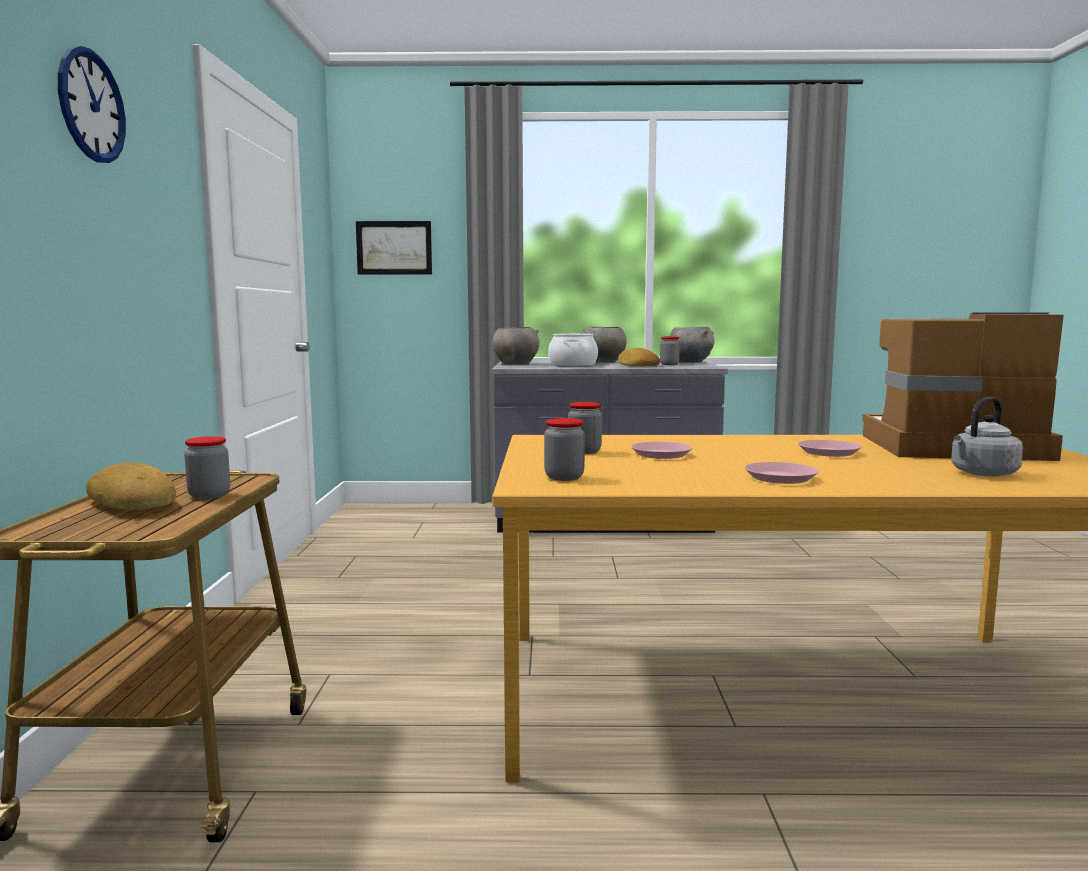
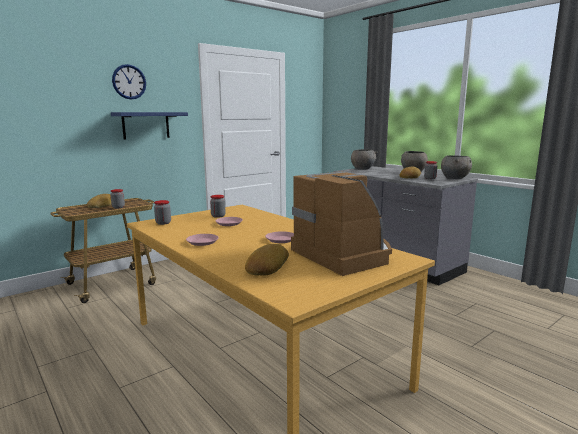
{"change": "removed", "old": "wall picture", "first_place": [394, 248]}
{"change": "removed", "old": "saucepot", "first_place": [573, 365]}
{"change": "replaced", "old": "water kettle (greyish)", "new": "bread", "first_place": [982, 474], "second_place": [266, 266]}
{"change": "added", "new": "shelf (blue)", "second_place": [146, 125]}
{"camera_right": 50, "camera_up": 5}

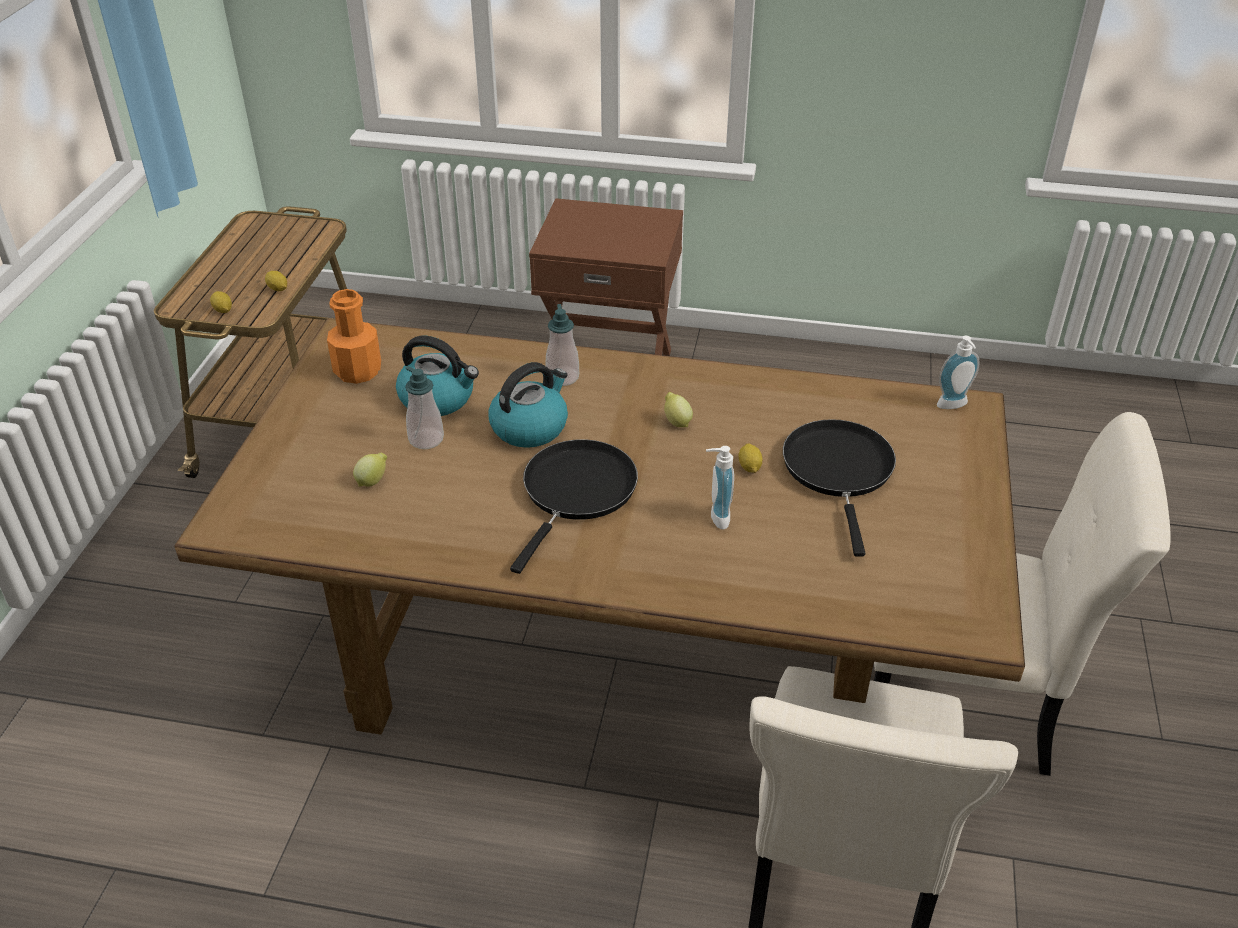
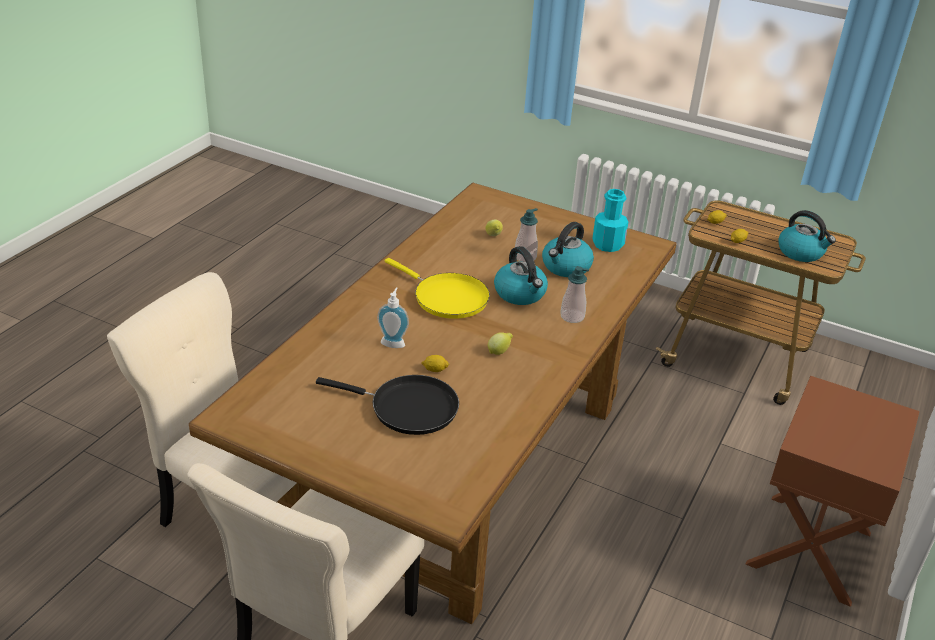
{"change": "recoloured", "old": "bottle (orangey)", "new": "bottle (turquoise-coloured)", "first_place": [358, 371], "second_place": [608, 244]}
{"change": "removed", "old": "soap dispenser", "first_place": [953, 406]}
{"change": "recoloured", "old": "skillet (black)", "new": "skillet (yellow-coloured)", "first_place": [576, 492], "second_place": [446, 298]}
{"change": "added", "new": "water kettle", "second_place": [801, 252]}
{"camera_right": 105, "camera_up": -5}

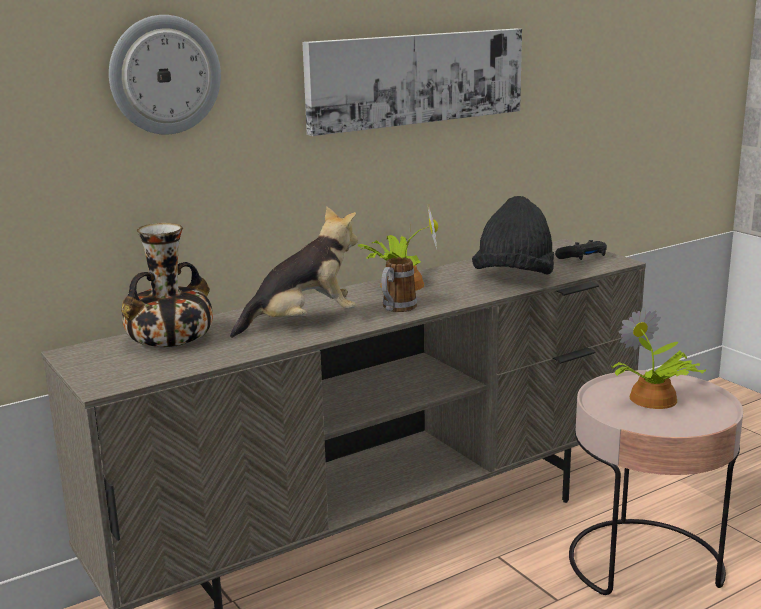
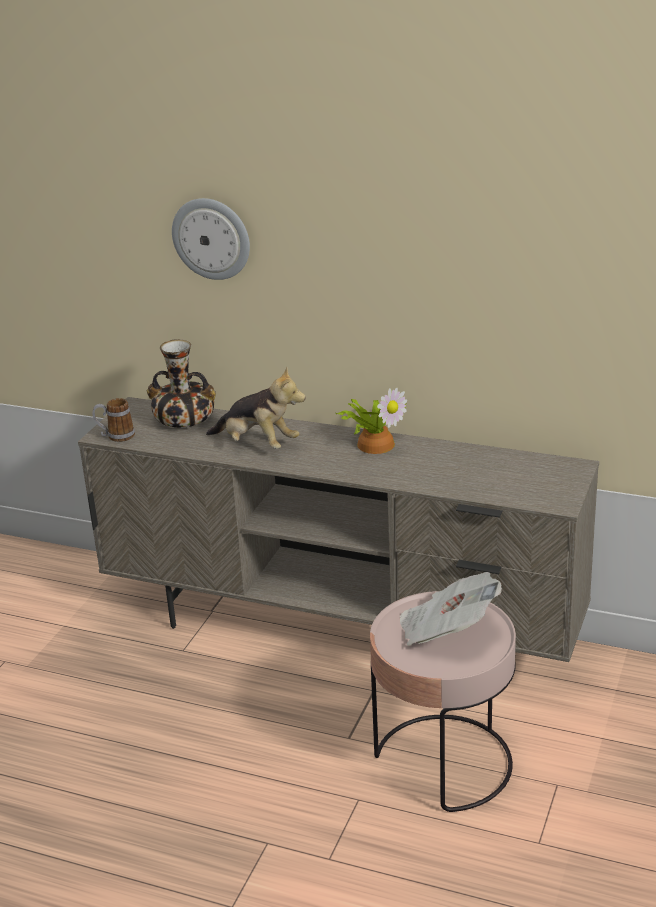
{"change": "removed", "old": "wall picture", "first_place": [416, 78]}
{"change": "removed", "old": "wearable hat (black)", "first_place": [514, 279]}
{"change": "removed", "old": "gamepad (black)", "first_place": [582, 258]}
{"change": "moved", "old": "mug", "first_place": [396, 309], "second_place": [115, 436]}
{"change": "replaced", "old": "houseplant", "new": "printed paper", "first_place": [653, 400], "second_place": [447, 630]}
{"camera_right": 55, "camera_up": 10}

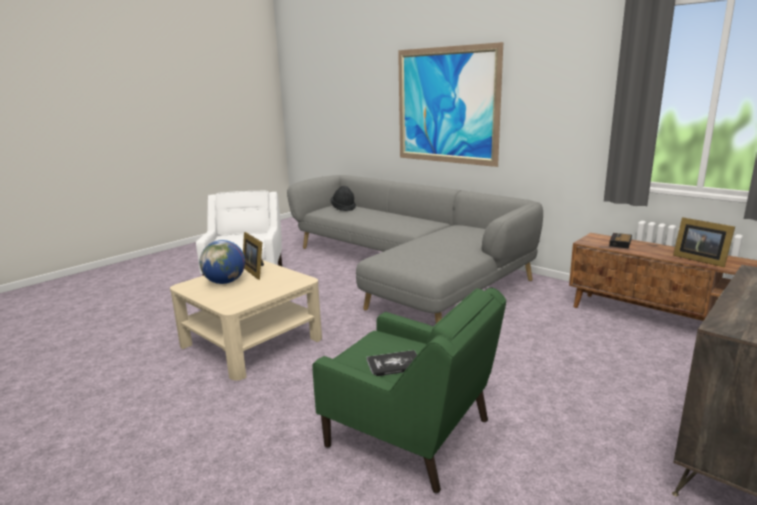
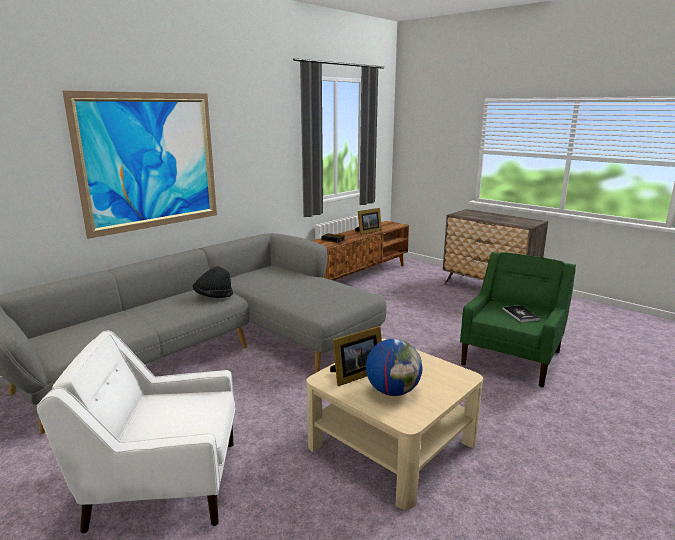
{"change": "moved", "old": "wearable hat (black)", "first_place": [343, 208], "second_place": [213, 296]}
{"camera_right": -90, "camera_up": 0}

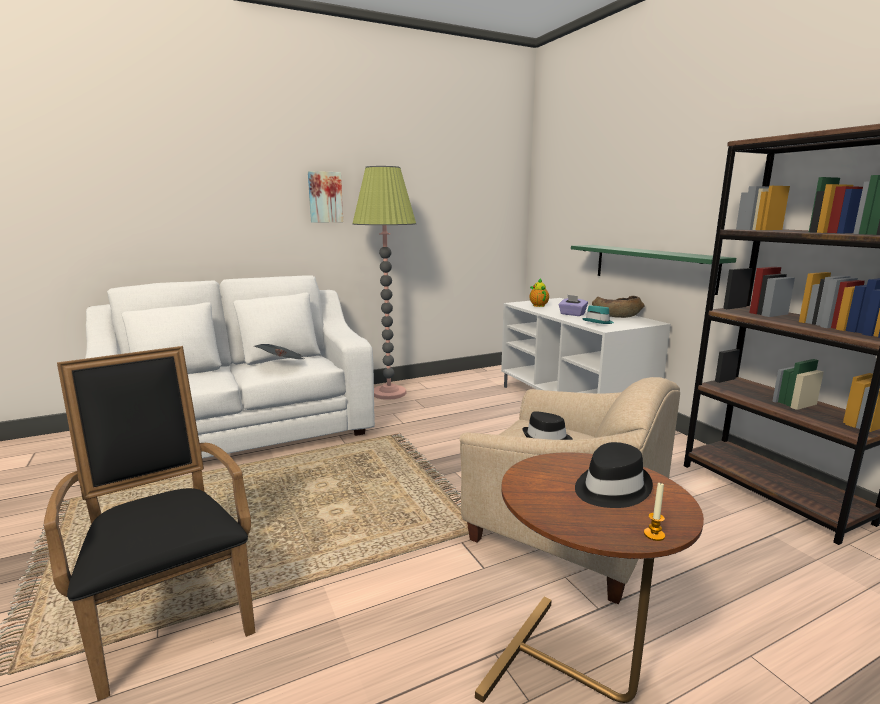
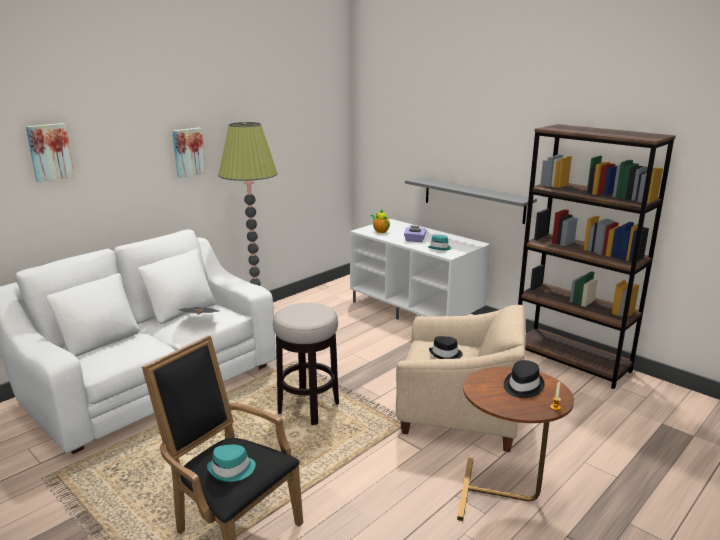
{"change": "recoloured", "old": "shelf (green)", "new": "shelf (greyish)", "first_place": [652, 267], "second_place": [473, 199]}
{"change": "removed", "old": "serving bowl (brownish)", "first_place": [616, 316]}
{"change": "added", "new": "wall picture", "second_place": [49, 152]}
{"change": "added", "new": "stool seat", "second_place": [308, 408]}
{"change": "added", "new": "wearable hat (turquoise-coloured)", "second_place": [231, 470]}
{"camera_right": -20, "camera_up": 5}

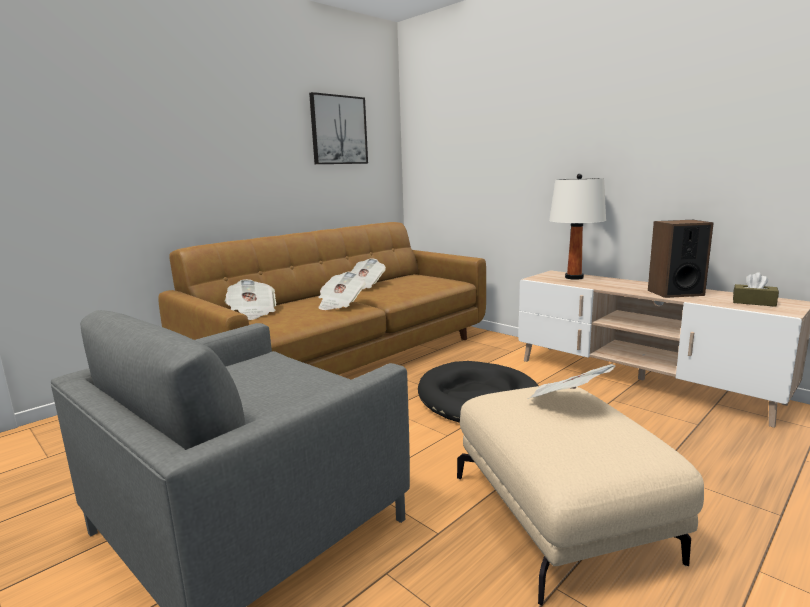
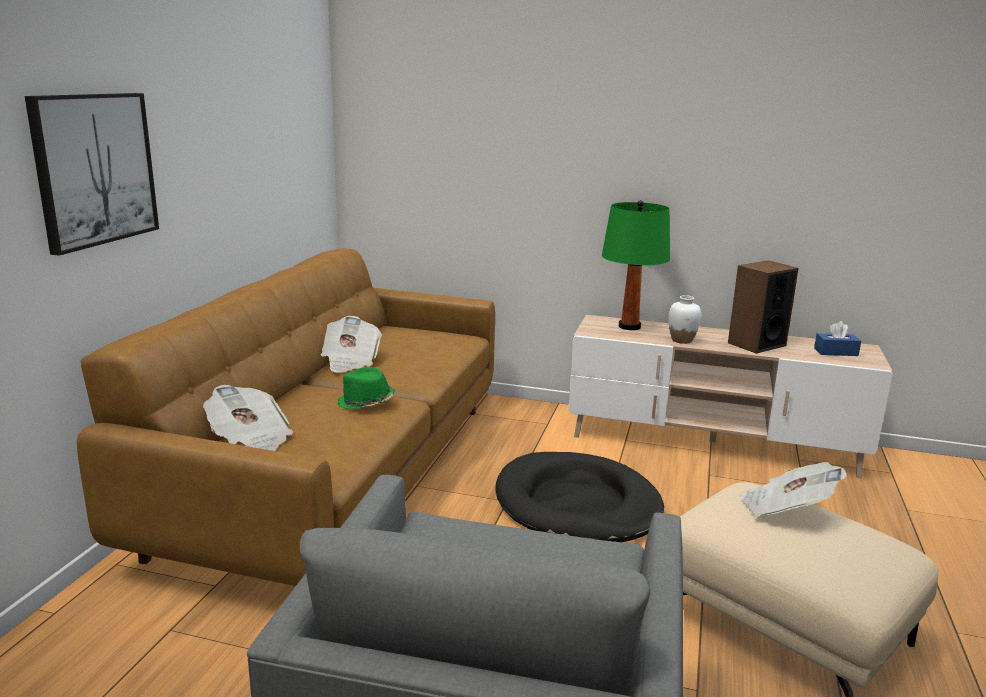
{"change": "moved", "old": "wall picture", "first_place": [338, 130], "second_place": [94, 169]}
{"change": "recoloured", "old": "lamp for a table (white-coloured)", "new": "lamp for a table (green)", "first_place": [574, 277], "second_place": [629, 327]}
{"change": "replaced", "old": "printed paper", "new": "wearable hat (green)", "first_place": [340, 304], "second_place": [366, 403]}
{"change": "recoloured", "old": "tissue box (brownish)", "new": "tissue box (blue)", "first_place": [754, 302], "second_place": [836, 352]}
{"change": "added", "new": "decorative vase (white-coloured)", "second_place": [681, 340]}
{"camera_right": -30, "camera_up": 5}

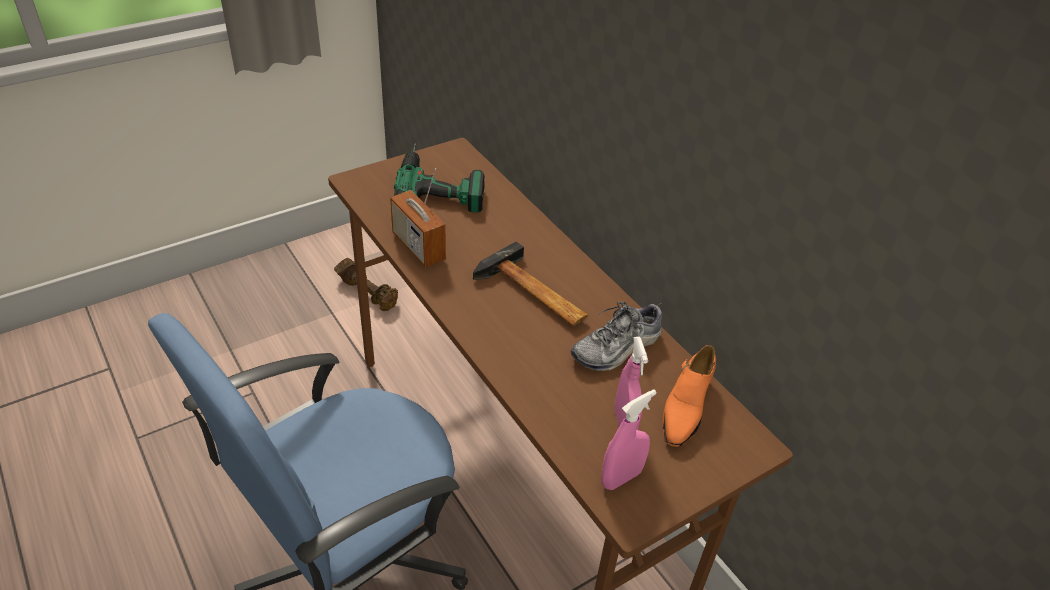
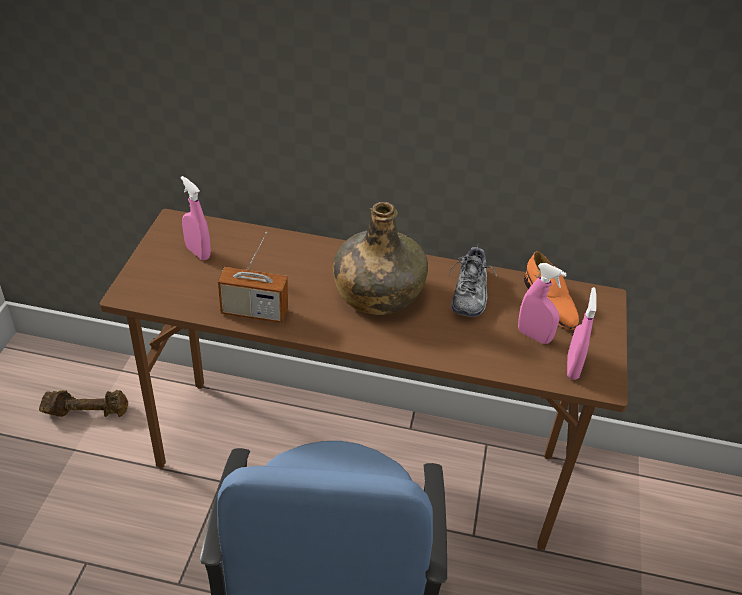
{"change": "replaced", "old": "drill", "new": "hand sprayer (pink)", "first_place": [441, 181], "second_place": [198, 252]}
{"change": "replaced", "old": "hammer", "new": "bottle (green)", "first_place": [533, 295], "second_place": [377, 293]}
{"camera_right": -45, "camera_up": 0}

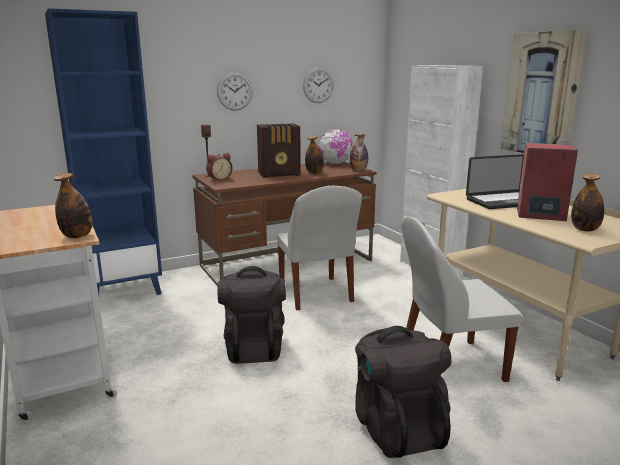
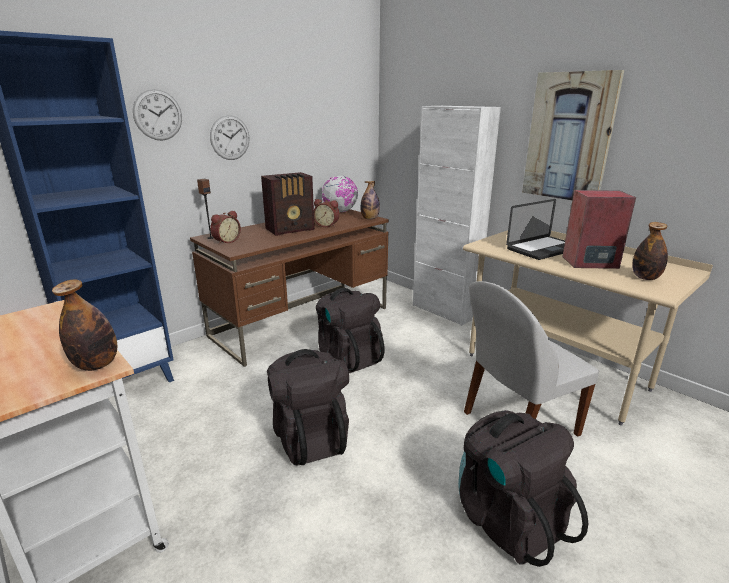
{"change": "moved", "old": "hanging clock", "first_place": [318, 85], "second_place": [158, 115]}
{"change": "replaced", "old": "bottle", "new": "bedside clock", "first_place": [314, 173], "second_place": [327, 225]}
{"change": "replaced", "old": "chair (white-coloured)", "new": "rucksack (black)", "first_place": [316, 294], "second_place": [348, 357]}
{"camera_right": -15, "camera_up": 5}

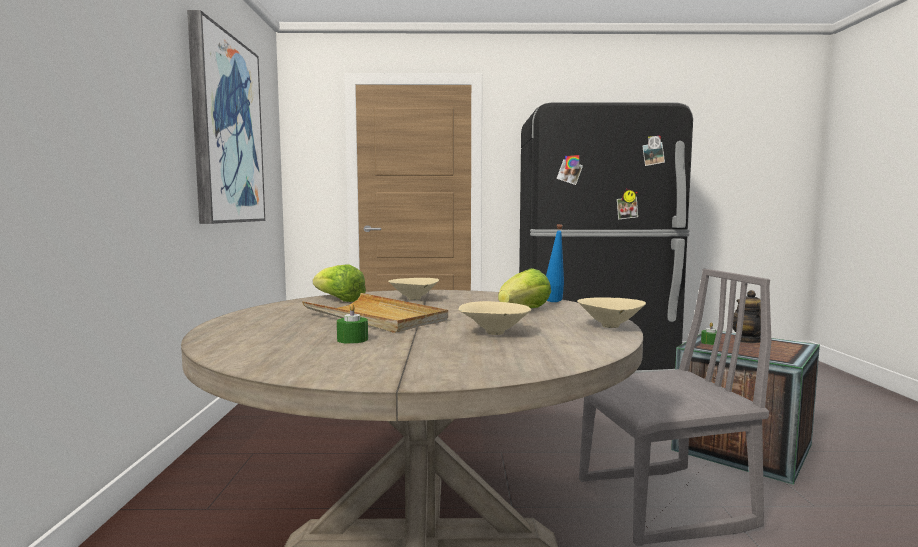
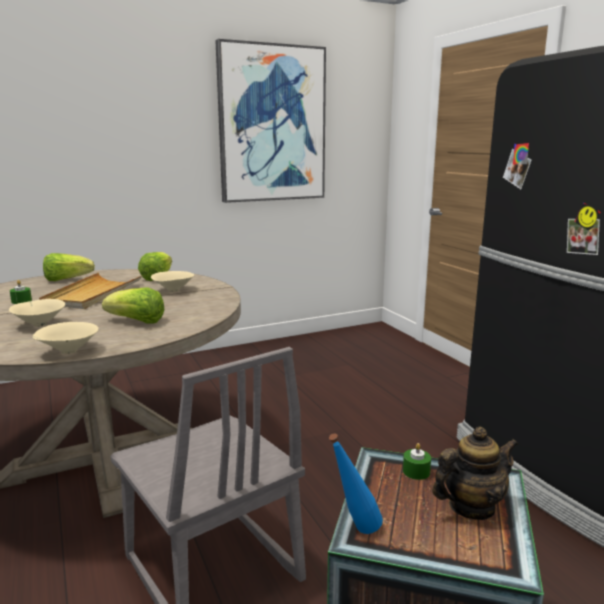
{"change": "moved", "old": "bottle (blue)", "first_place": [554, 302], "second_place": [354, 531]}
{"change": "added", "new": "lettuce", "second_place": [67, 279]}
{"camera_right": 65, "camera_up": 10}

